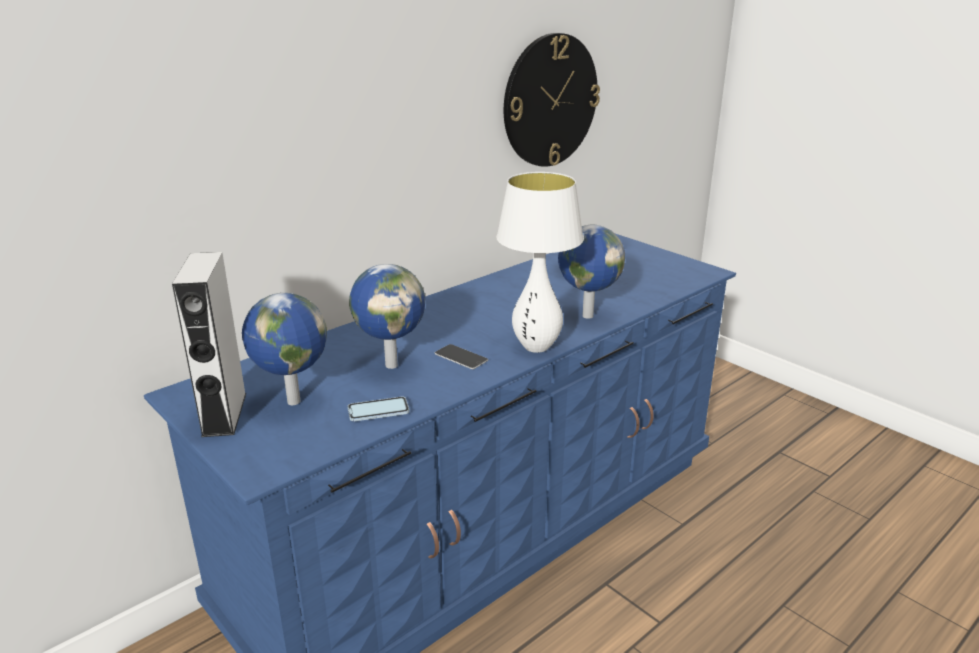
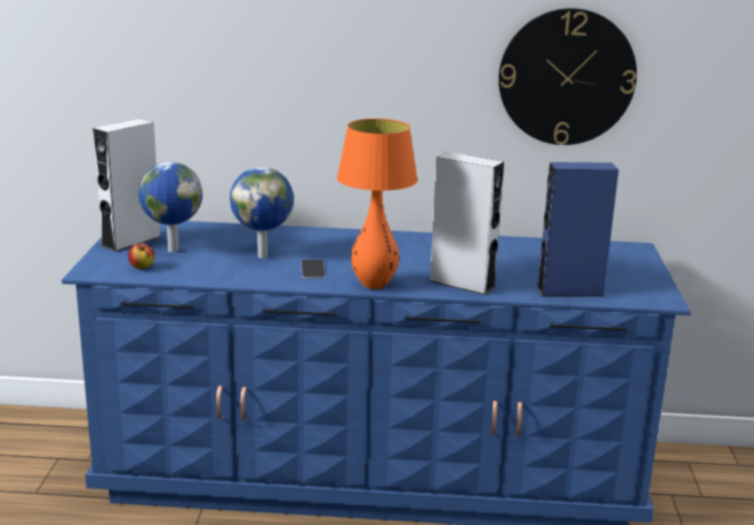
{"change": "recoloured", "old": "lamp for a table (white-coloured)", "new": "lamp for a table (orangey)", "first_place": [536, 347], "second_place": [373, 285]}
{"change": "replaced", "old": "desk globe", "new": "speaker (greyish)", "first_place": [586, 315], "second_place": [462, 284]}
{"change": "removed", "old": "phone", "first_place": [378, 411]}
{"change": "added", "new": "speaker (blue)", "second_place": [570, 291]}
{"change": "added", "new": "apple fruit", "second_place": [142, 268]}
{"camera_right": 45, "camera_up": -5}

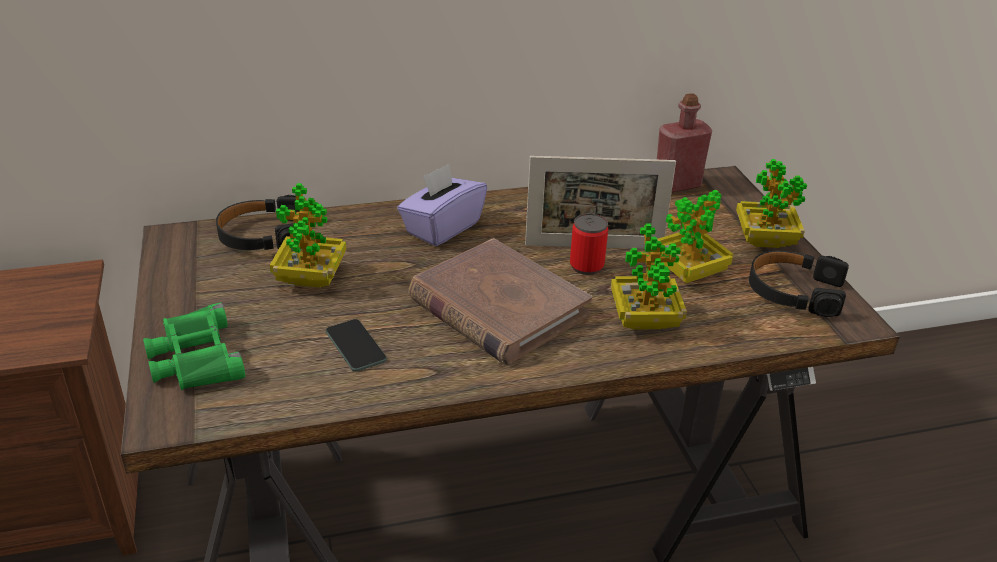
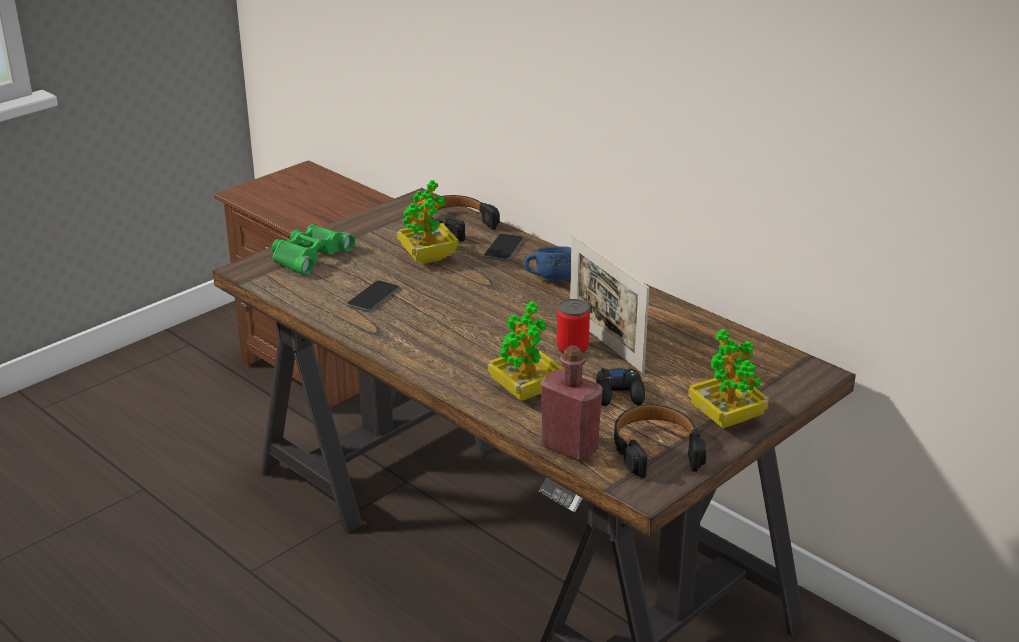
{"change": "moved", "old": "bottle (reddish)", "first_place": [677, 185], "second_place": [570, 447]}
{"change": "replaced", "old": "tissue box (purple-coloured)", "new": "mug (blue)", "first_place": [442, 228], "second_place": [550, 278]}
{"change": "replaced", "old": "houseplant", "new": "gamepad (black)", "first_place": [688, 273], "second_place": [619, 393]}
{"change": "removed", "old": "bound book (brownish)", "first_place": [497, 307]}
{"change": "added", "new": "phone", "second_place": [503, 248]}
{"camera_right": 60, "camera_up": -5}

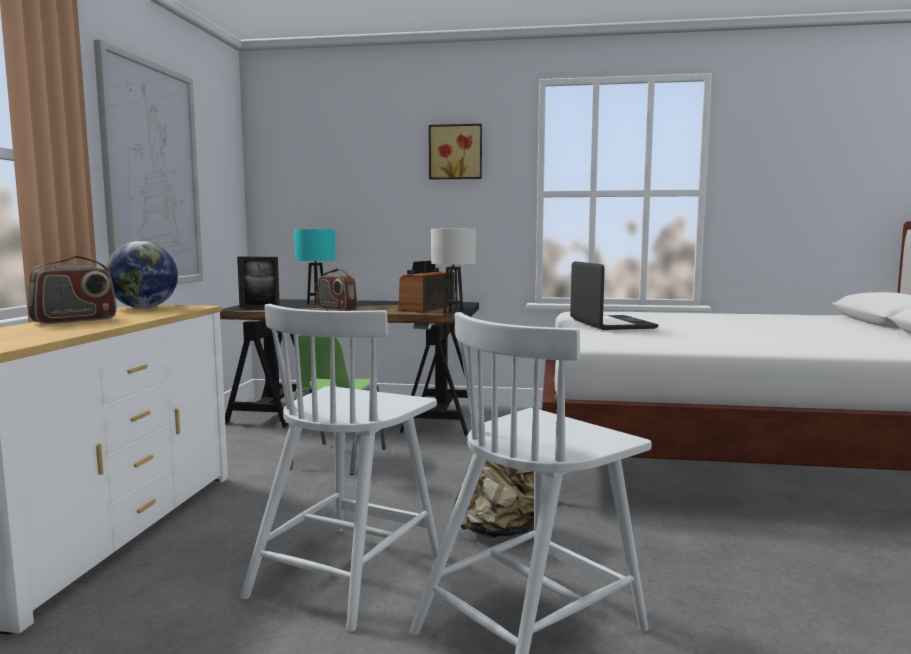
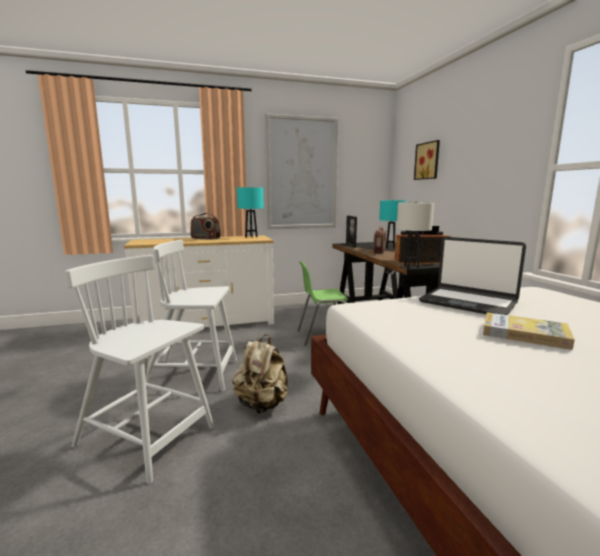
{"change": "moved", "old": "wall picture", "first_place": [455, 152], "second_place": [428, 161]}
{"change": "replaced", "old": "desk globe", "new": "lamp for a table (turquoise-coloured)", "first_place": [143, 308], "second_place": [251, 237]}
{"change": "turned", "old": "portable computer", "first_place": [610, 324], "second_place": [468, 302], "degrees": 75}
{"change": "added", "new": "bound book", "second_place": [524, 334]}
{"camera_right": 65, "camera_up": 5}

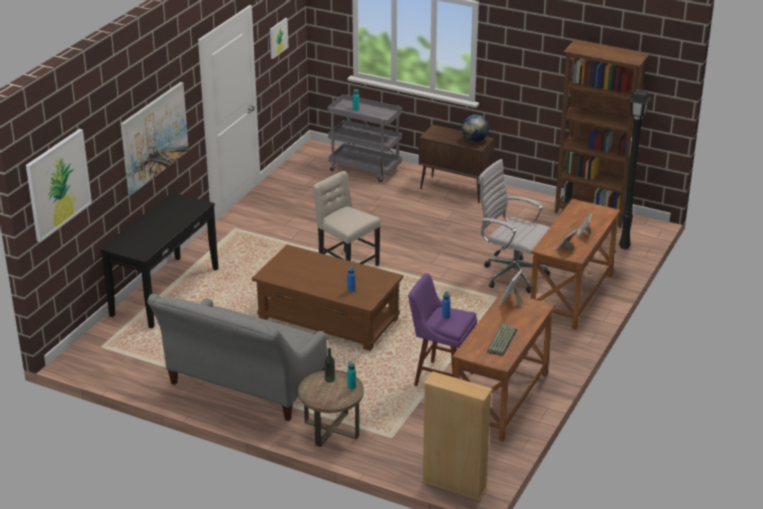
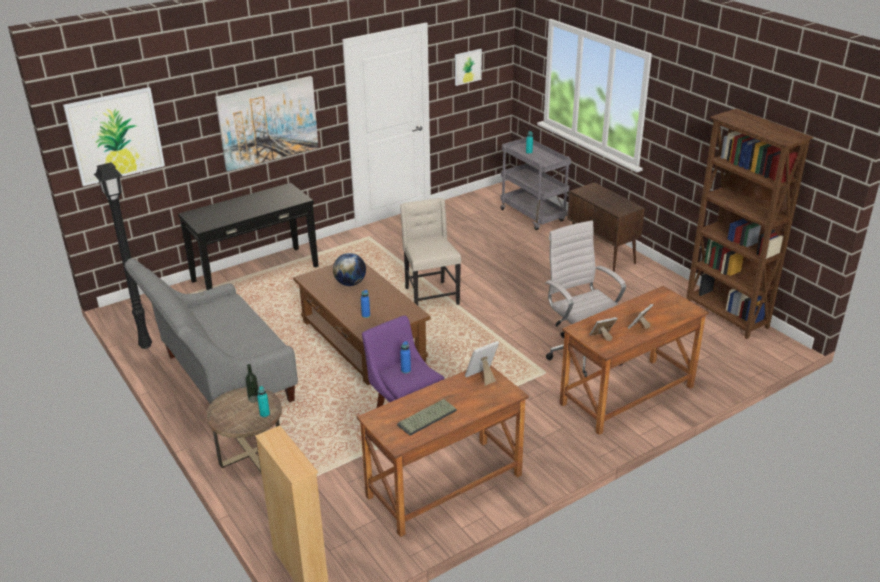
{"change": "moved", "old": "standard lamp (black)", "first_place": [623, 247], "second_place": [144, 345]}
{"change": "moved", "old": "desk globe", "first_place": [474, 140], "second_place": [350, 283]}
{"camera_right": 30, "camera_up": 0}

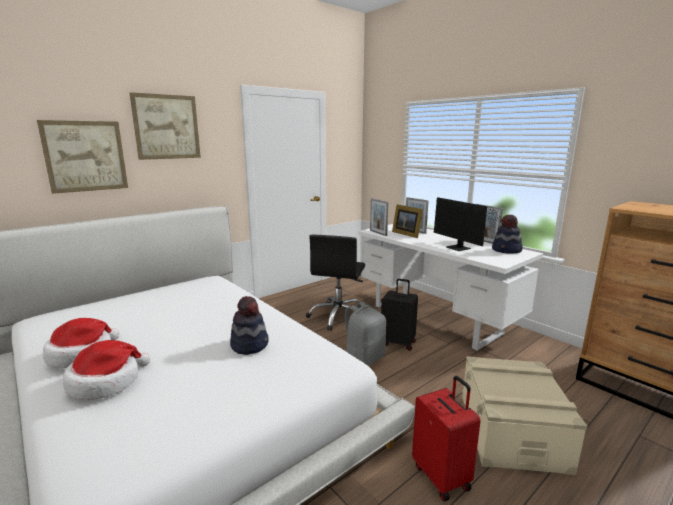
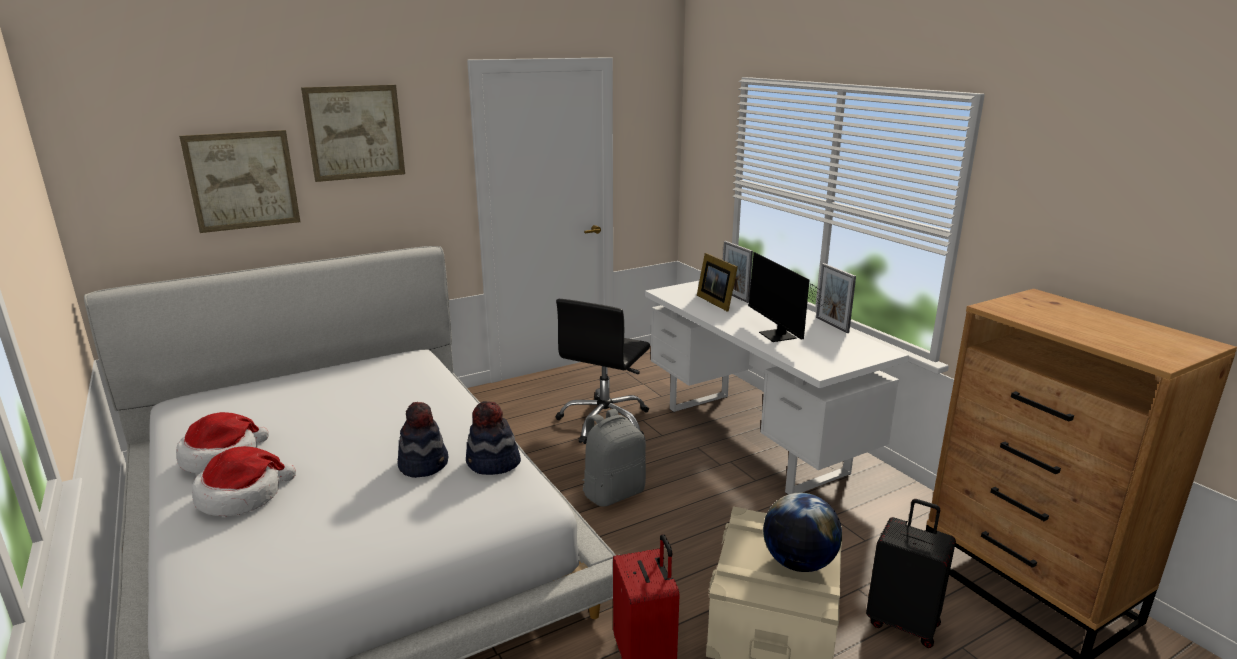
{"change": "removed", "old": "picture frame", "first_place": [378, 233]}
{"change": "moved", "old": "wearable hat", "first_place": [506, 250], "second_place": [493, 464]}
{"change": "moved", "old": "travel case (black)", "first_place": [398, 343], "second_place": [903, 623]}
{"change": "added", "new": "desk globe", "second_place": [798, 563]}
{"camera_right": 10, "camera_up": 5}

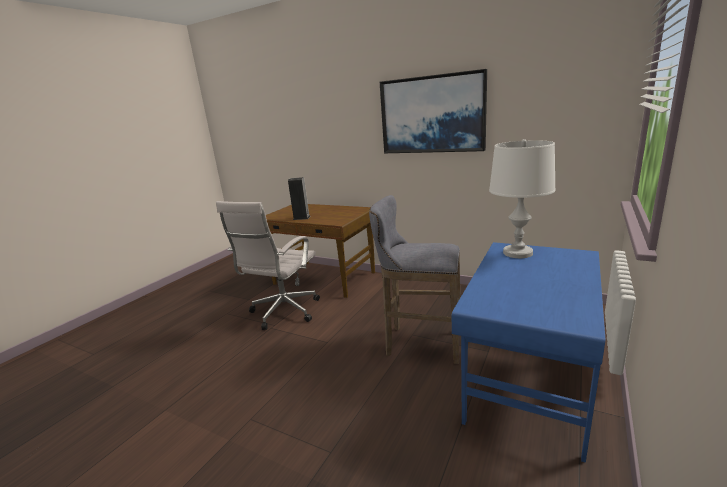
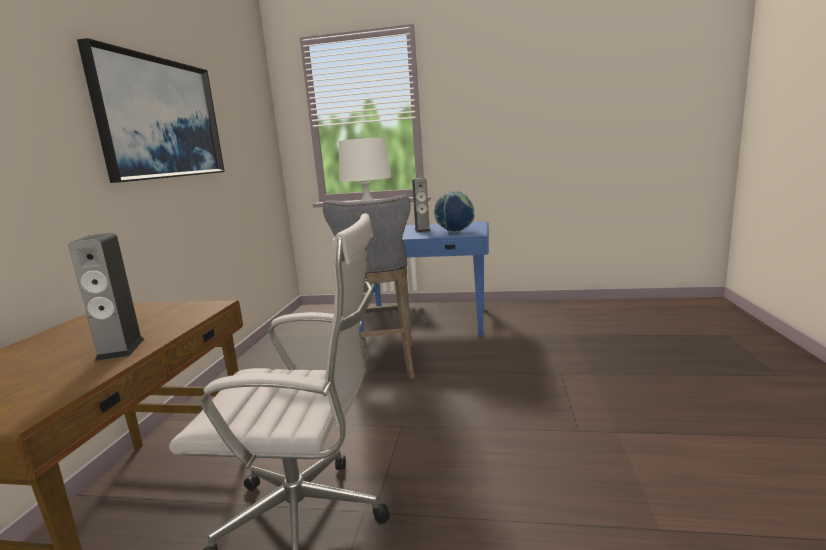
{"change": "added", "new": "speaker", "second_place": [422, 230]}
{"change": "added", "new": "desk globe", "second_place": [455, 232]}
{"camera_right": -110, "camera_up": -5}

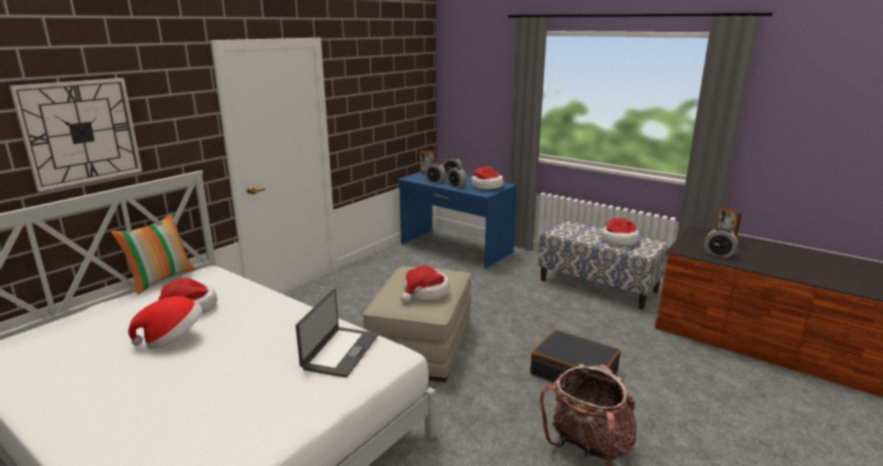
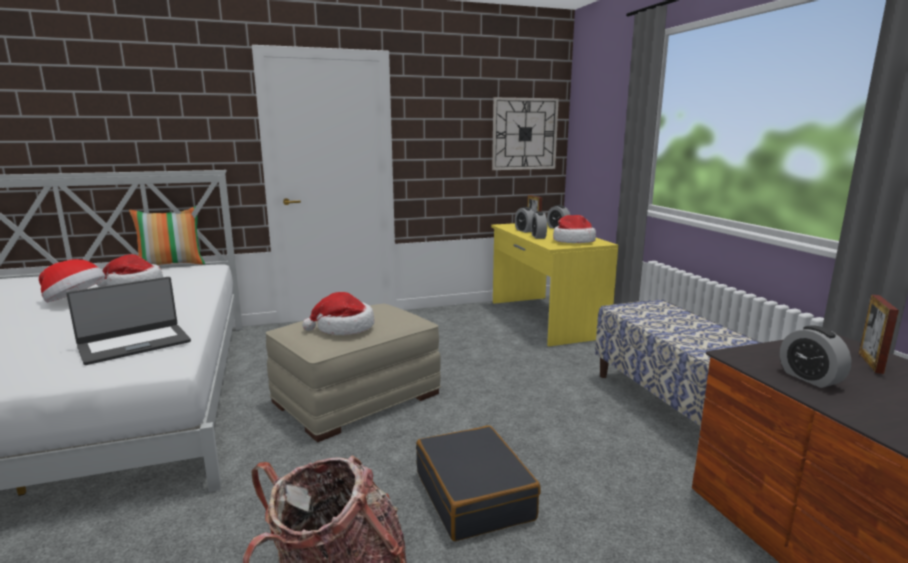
{"change": "moved", "old": "hanging clock", "first_place": [81, 132], "second_place": [524, 134]}
{"change": "recoloured", "old": "desk unit (blue)", "new": "desk unit (yellow-coloured)", "first_place": [455, 248], "second_place": [544, 319]}
{"change": "removed", "old": "wearable hat", "first_place": [618, 241]}
{"camera_right": 35, "camera_up": -5}

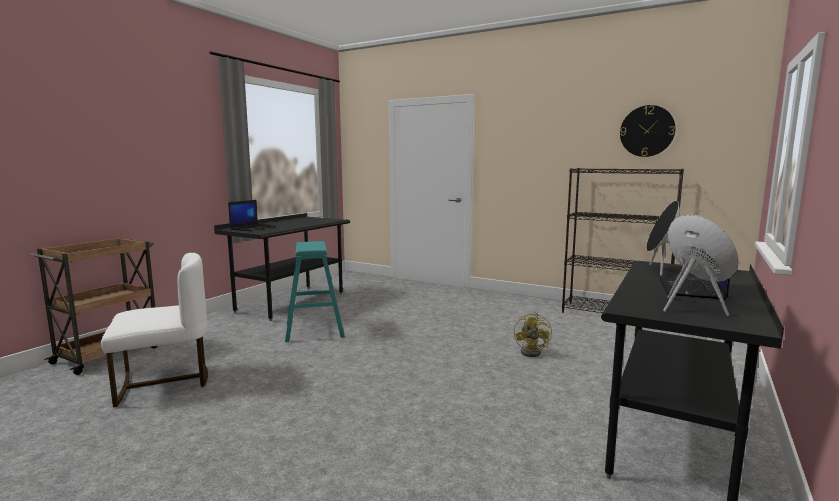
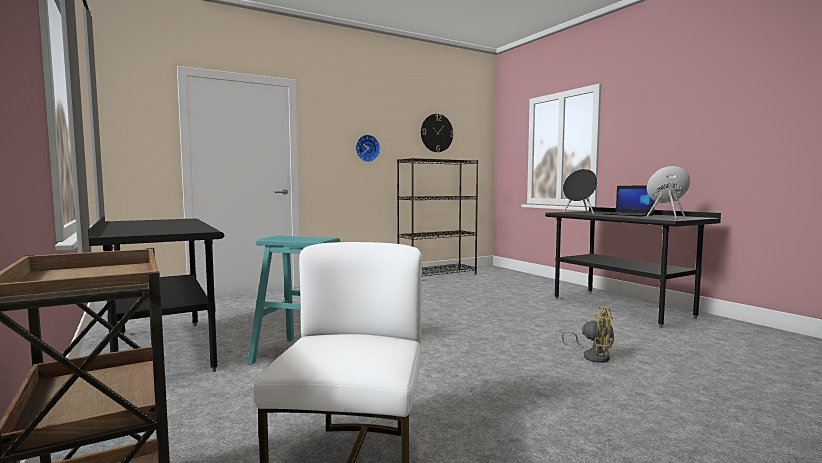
{"change": "removed", "old": "portable computer", "first_place": [253, 228]}
{"change": "moved", "old": "fan (yellow-coloured)", "first_place": [533, 352], "second_place": [593, 356]}
{"change": "added", "new": "hanging clock", "second_place": [367, 148]}
{"camera_right": -60, "camera_up": -5}

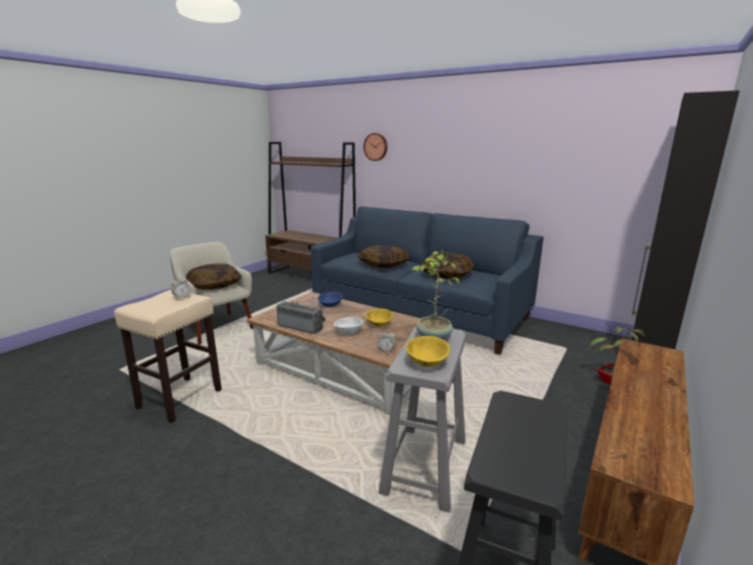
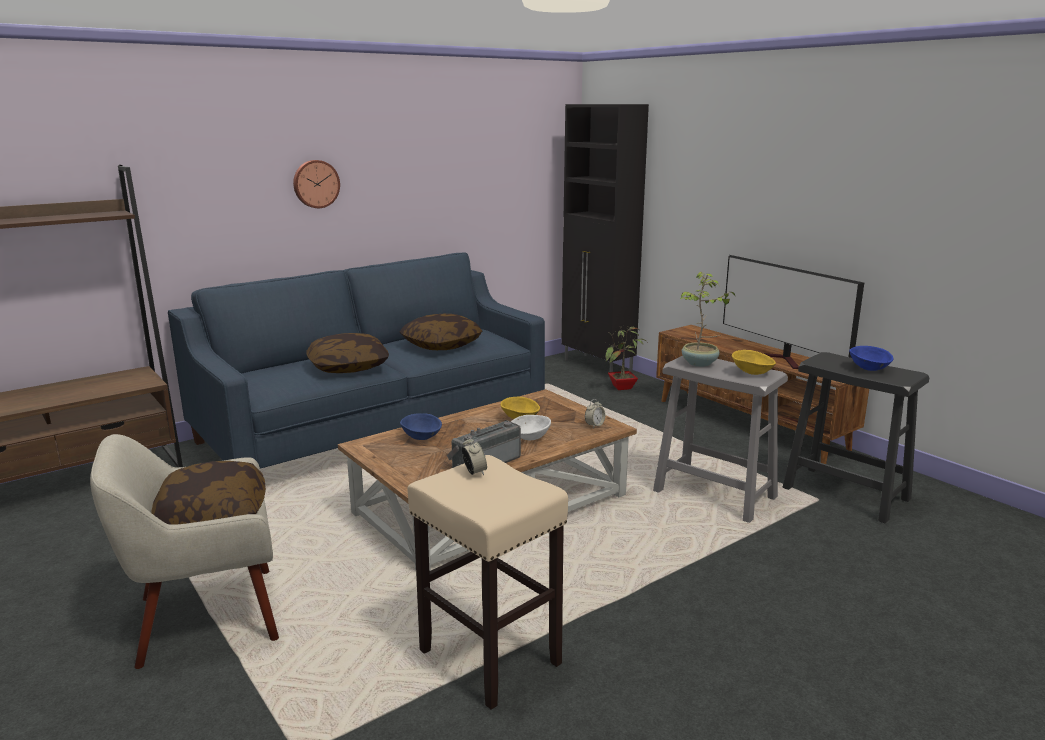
{"change": "moved", "old": "hanging clock", "first_place": [376, 147], "second_place": [315, 184]}
{"change": "added", "new": "TV", "second_place": [782, 360]}
{"change": "added", "new": "serving bowl (blue)", "second_place": [869, 369]}
{"camera_right": -70, "camera_up": 0}

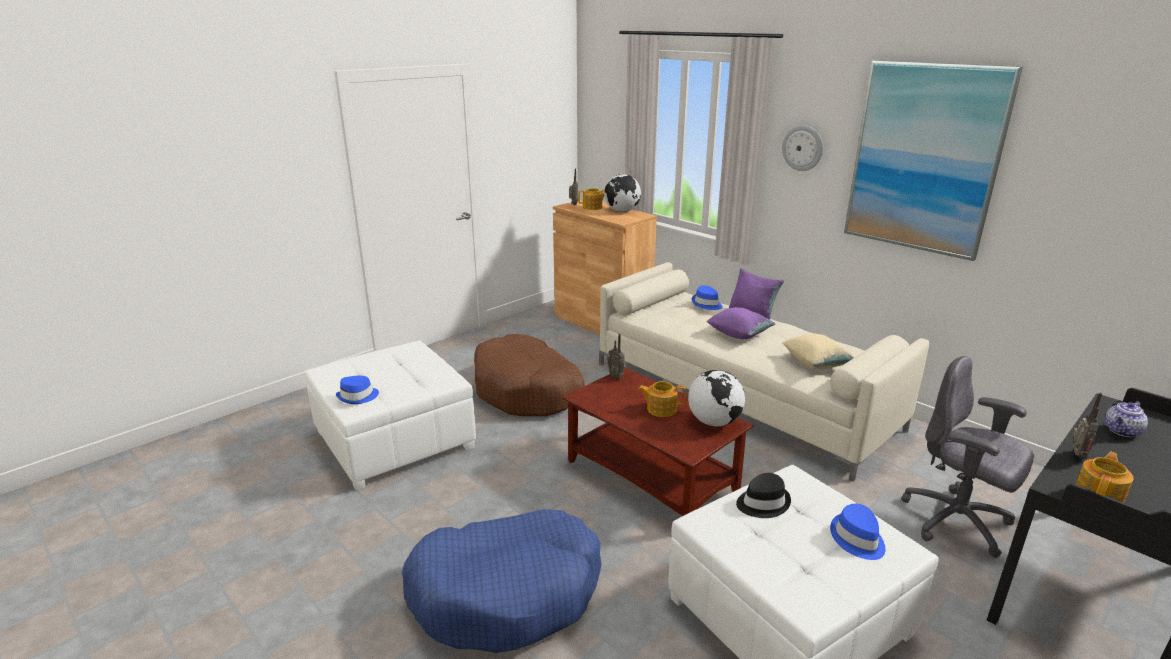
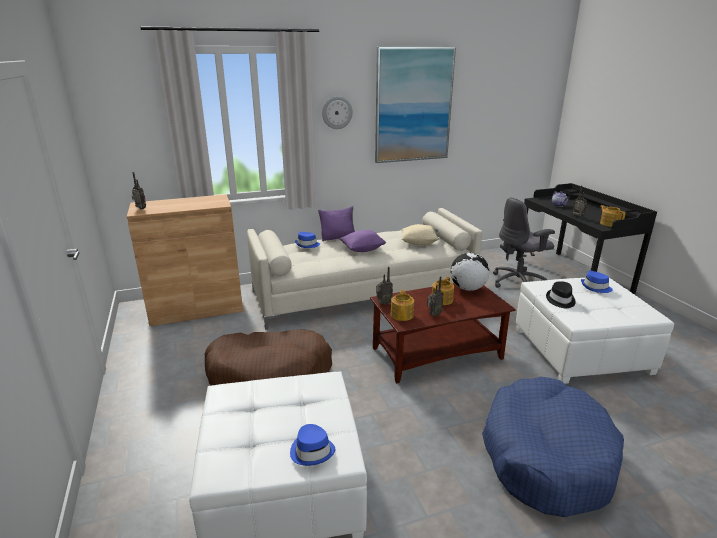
{"change": "removed", "old": "desk globe", "first_place": [622, 211]}
{"change": "moved", "old": "teapot", "first_place": [593, 207], "second_place": [402, 315]}
{"change": "added", "new": "radio set", "second_place": [433, 315]}
{"camera_right": -65, "camera_up": 0}

